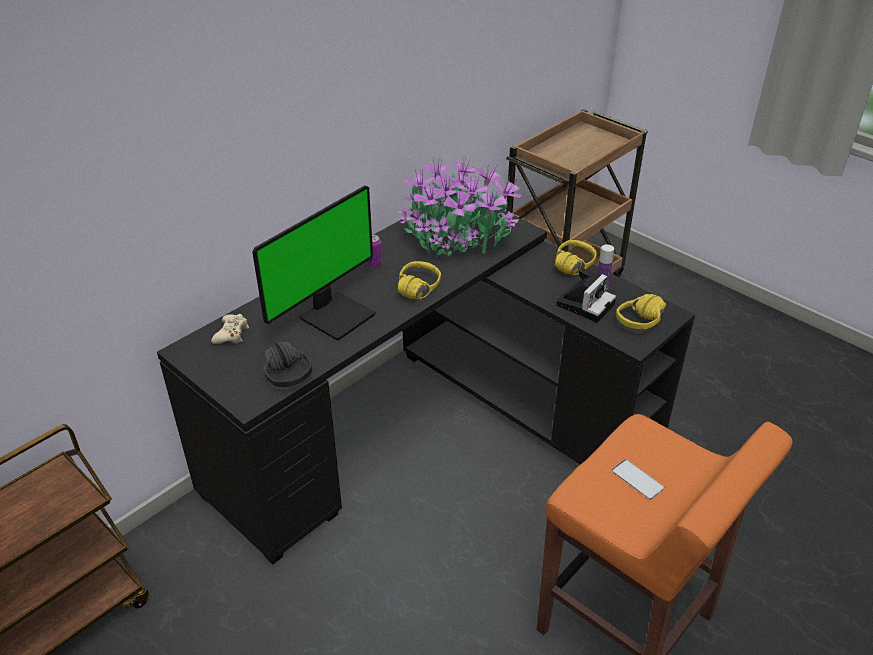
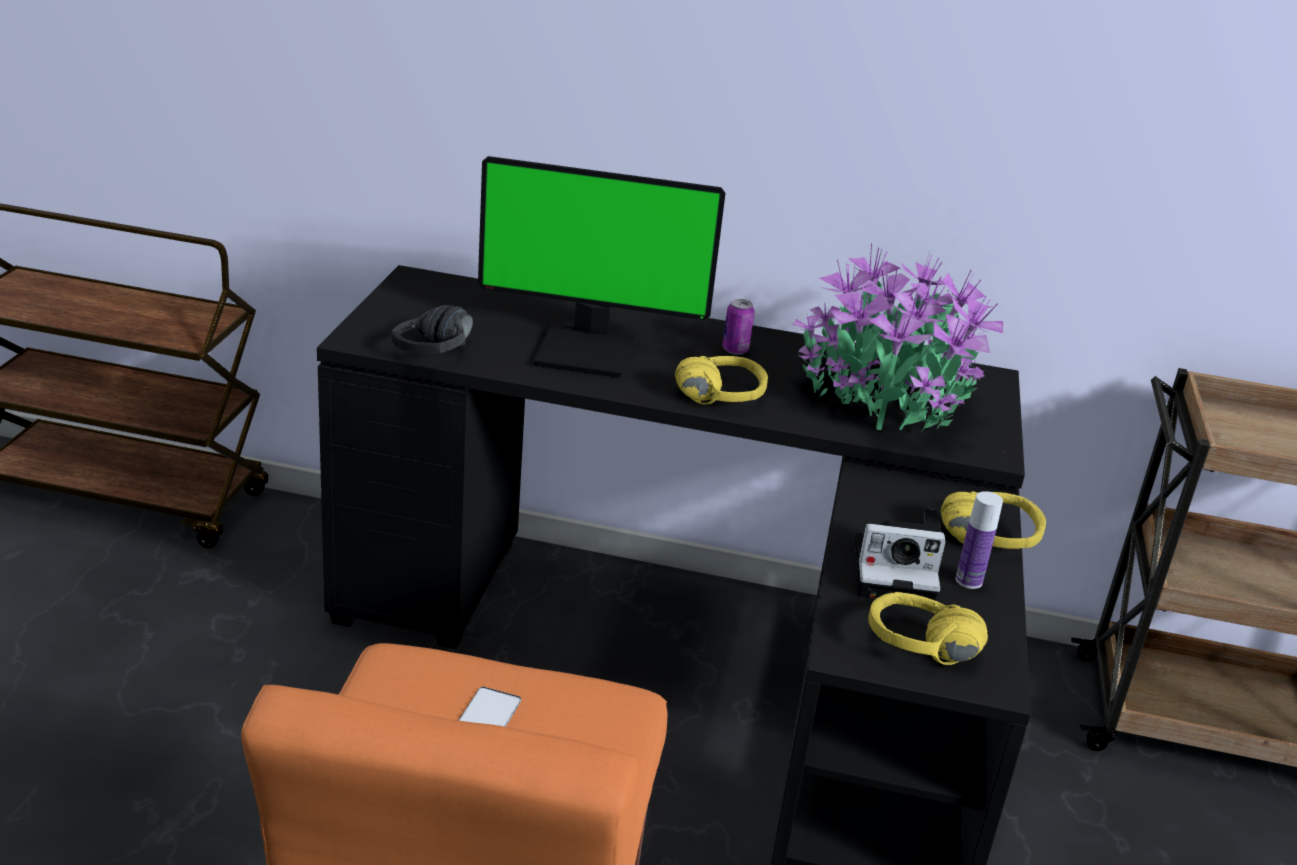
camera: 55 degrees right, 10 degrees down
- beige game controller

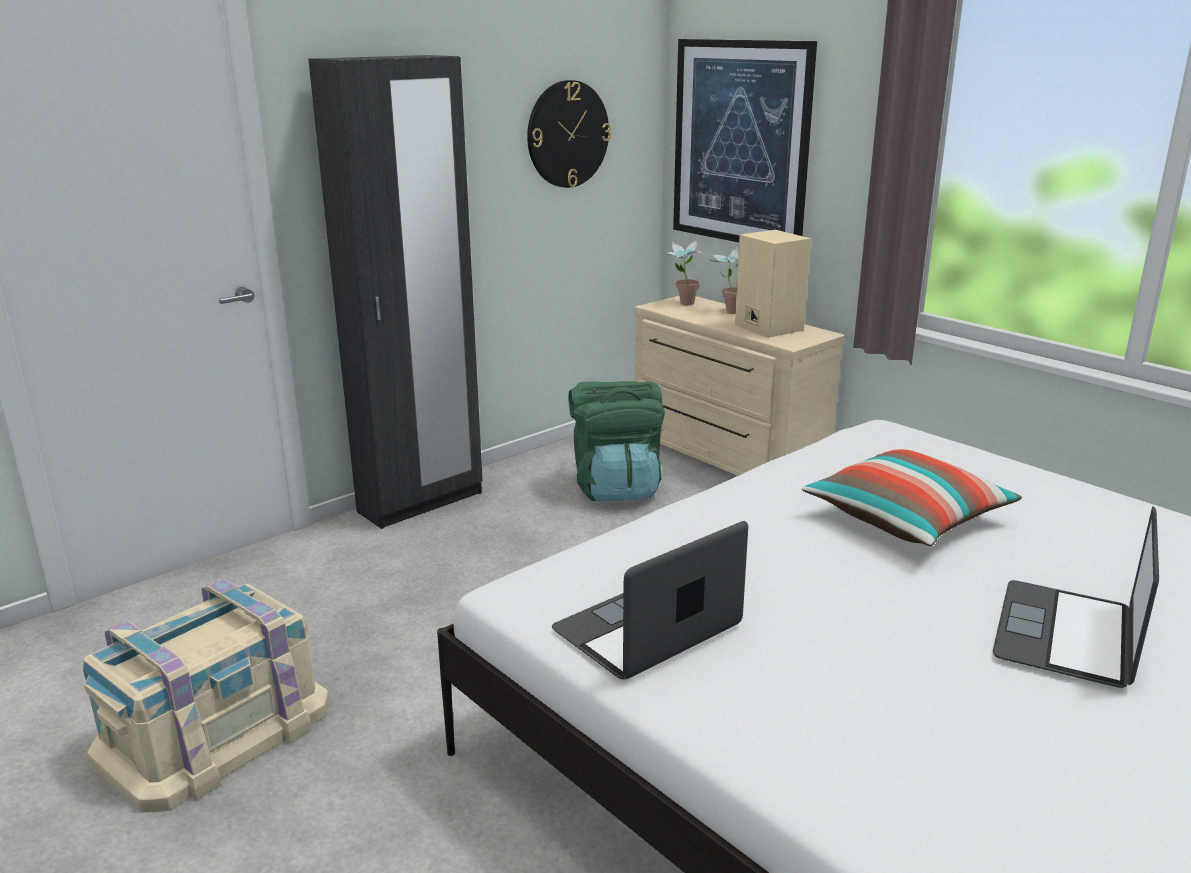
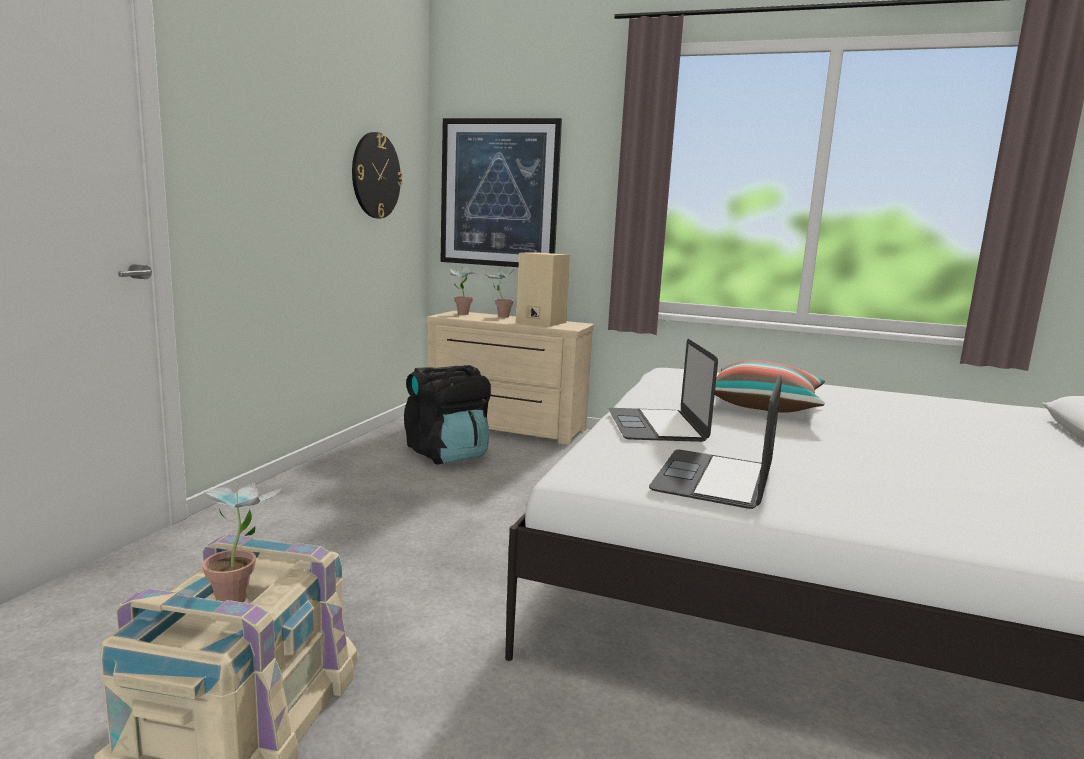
camera: 30 degrees left, 10 degrees down
- black wardrobe
+ potted plant (1st from left)
~ laptop (2nd from left in the first image) to laptop (1st from left)
~ green backpack to black backpack

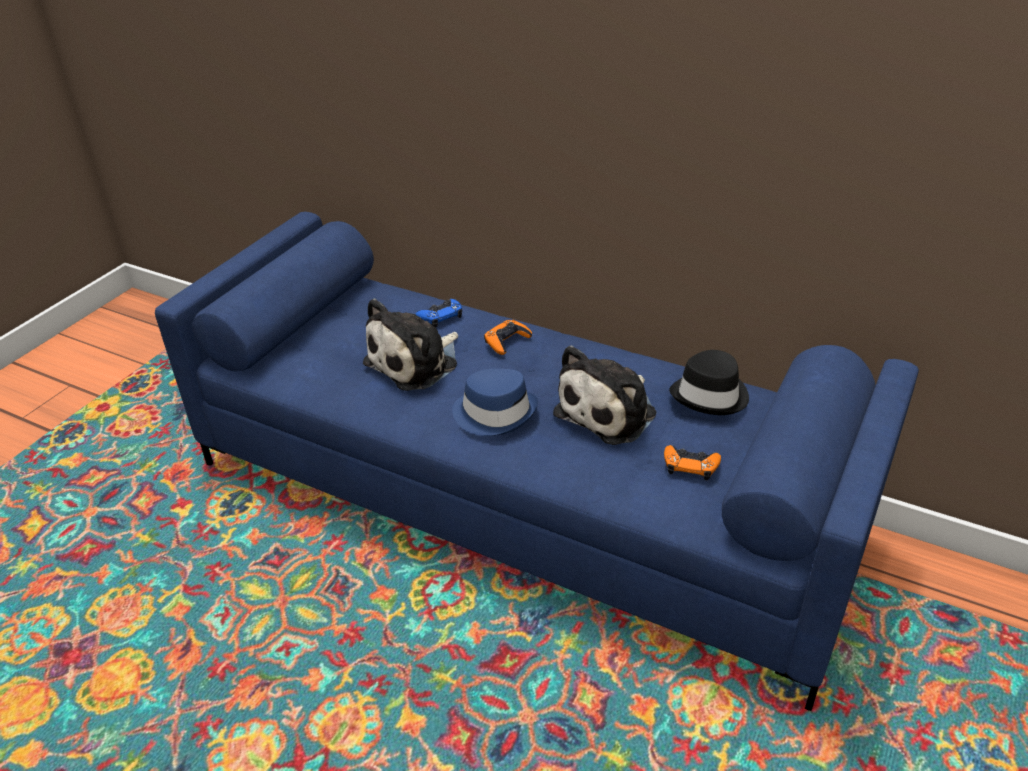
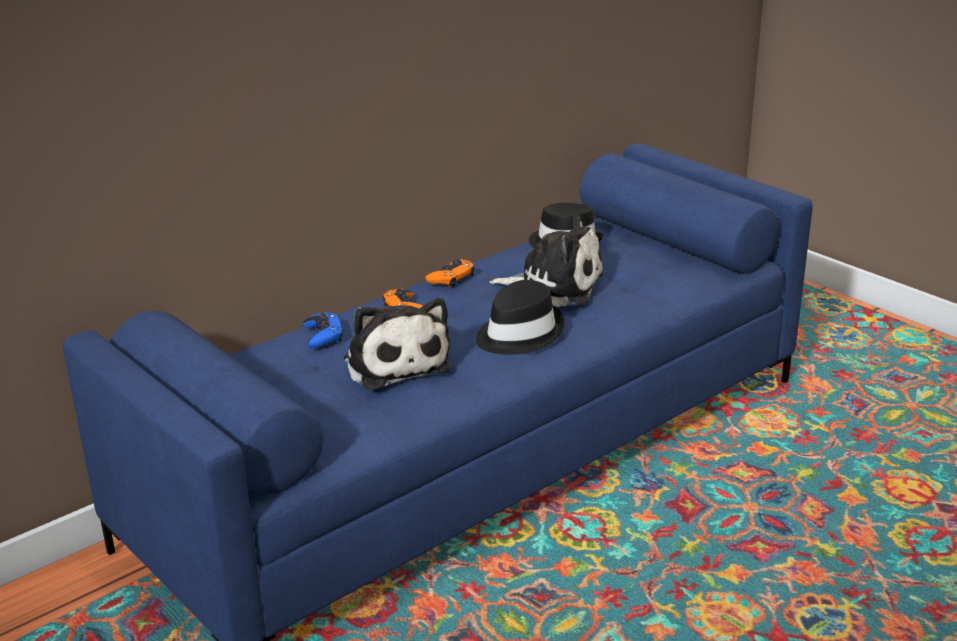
camera: 70 degrees left, 10 degrees down
~ orange game controller (2nd from left)
~ blue hat to black hat (1st from left)
~ plush toy (2nd from left) 45 degrees counterclockwise

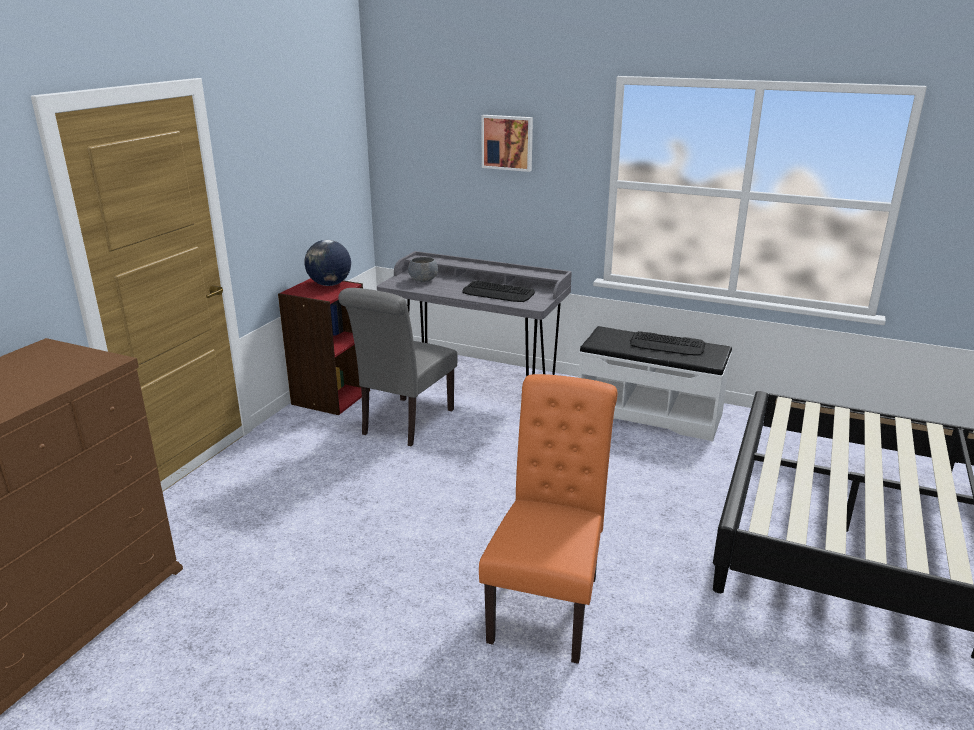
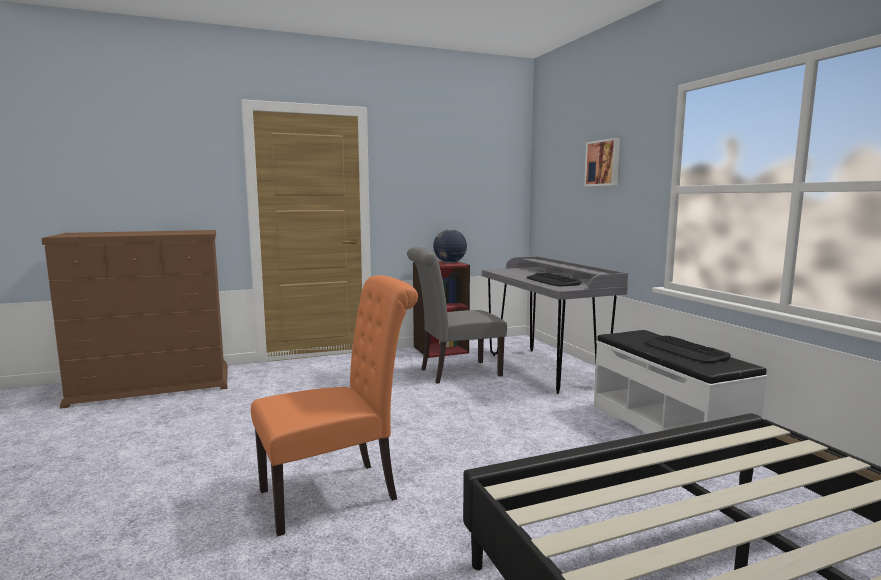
camera: 45 degrees right, 15 degrees down
- grey bowl

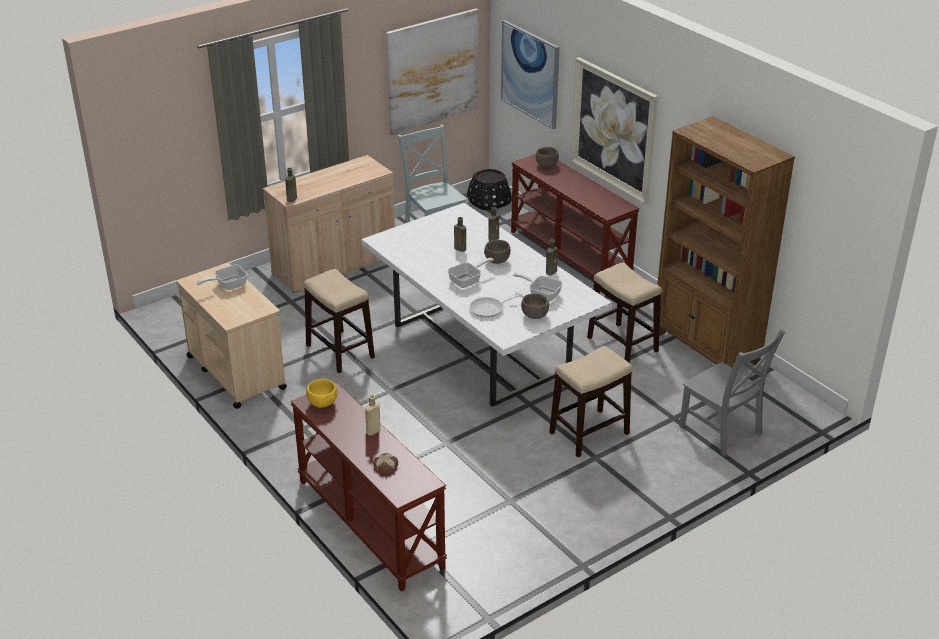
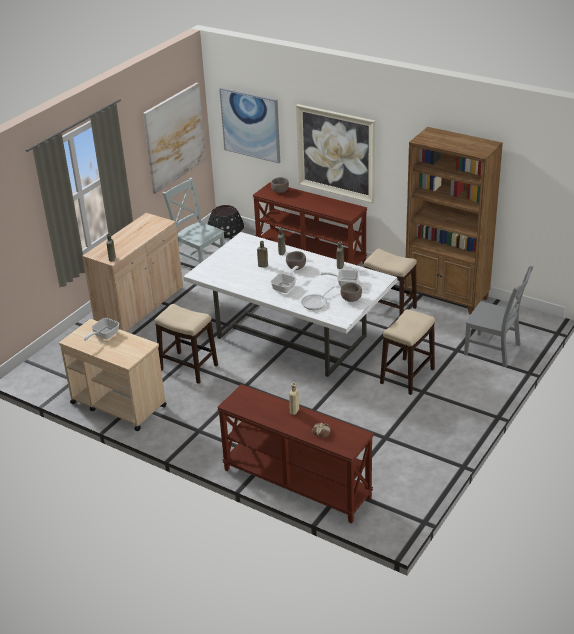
camera: 20 degrees left, 0 degrees up
- yellow bowl

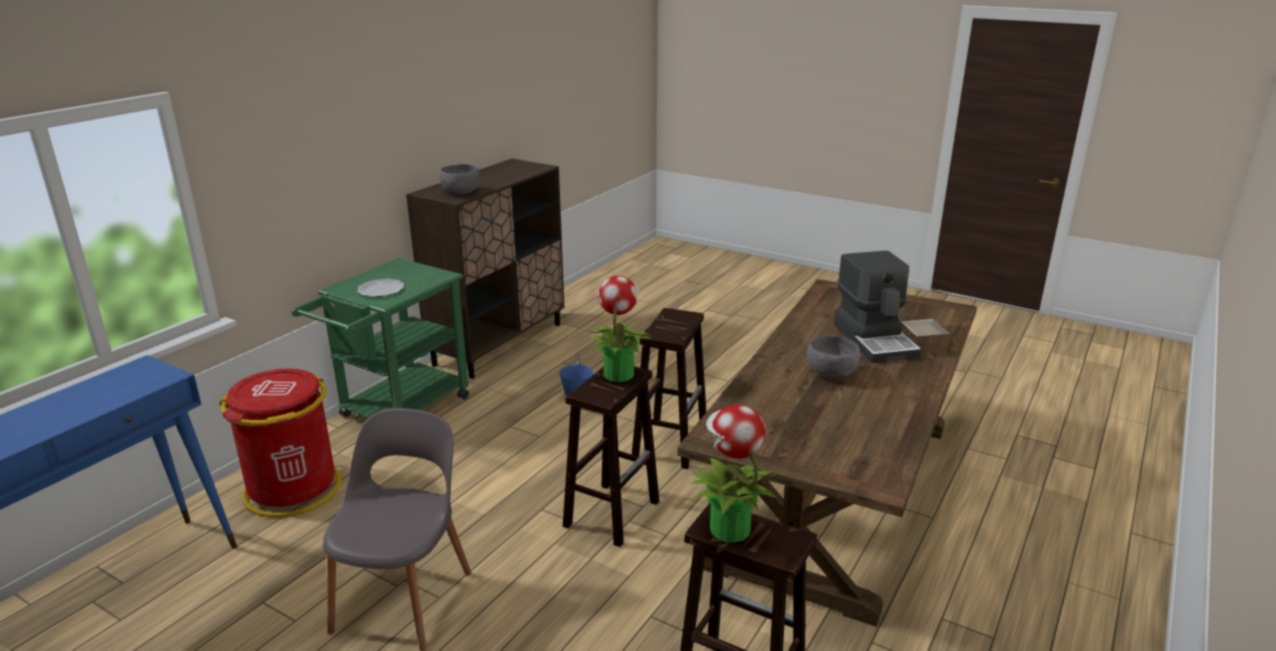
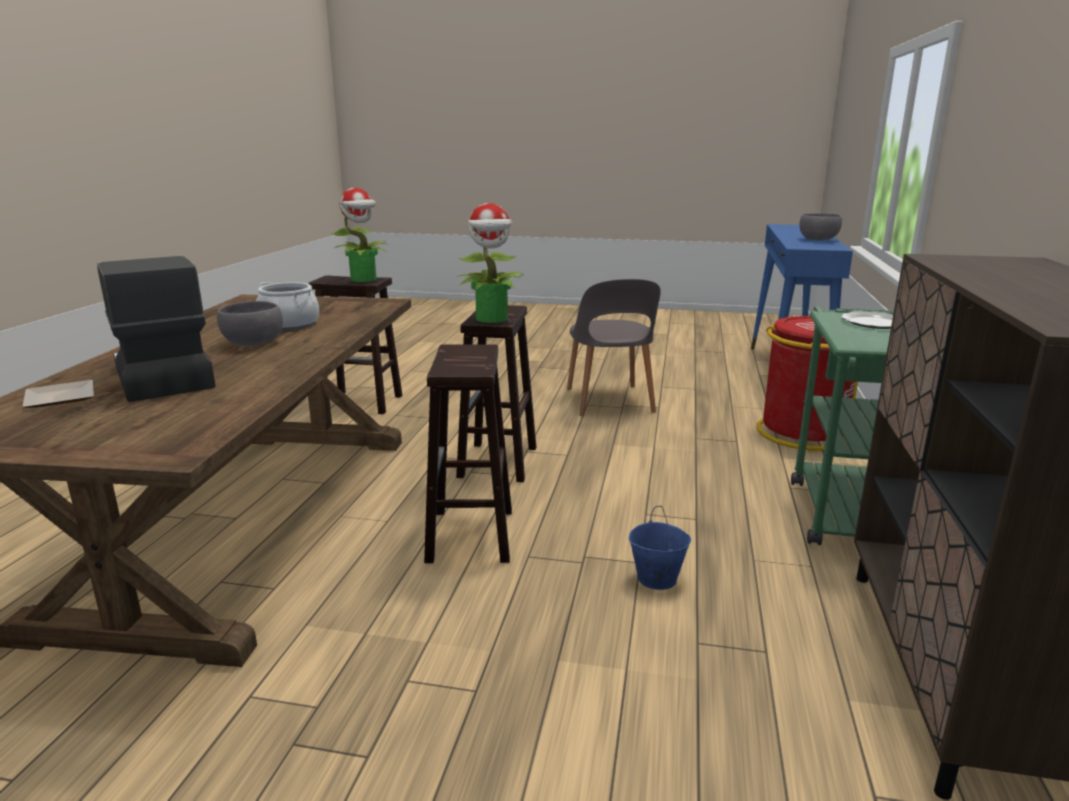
camera: 160 degrees right, 5 degrees down
+ cooking pot
~ grey bowl (1st from left in the first image) to grey bowl (2nd from left)

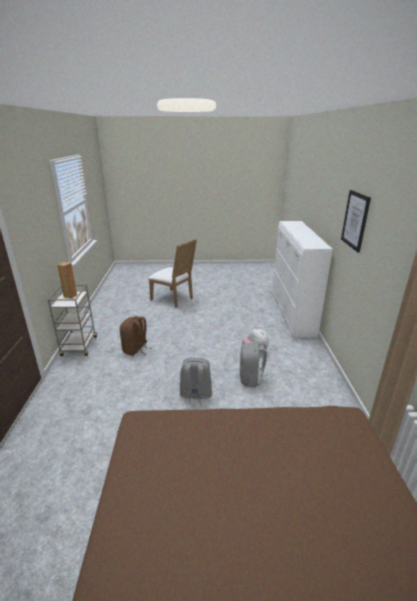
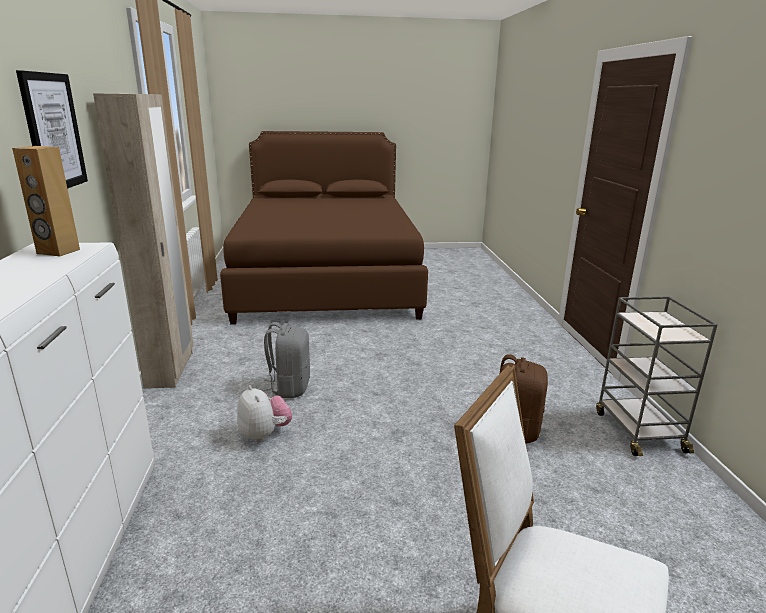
camera: 175 degrees right, 5 degrees down
- grey backpack (1st from left)
+ beige wardrobe
~ brown speaker

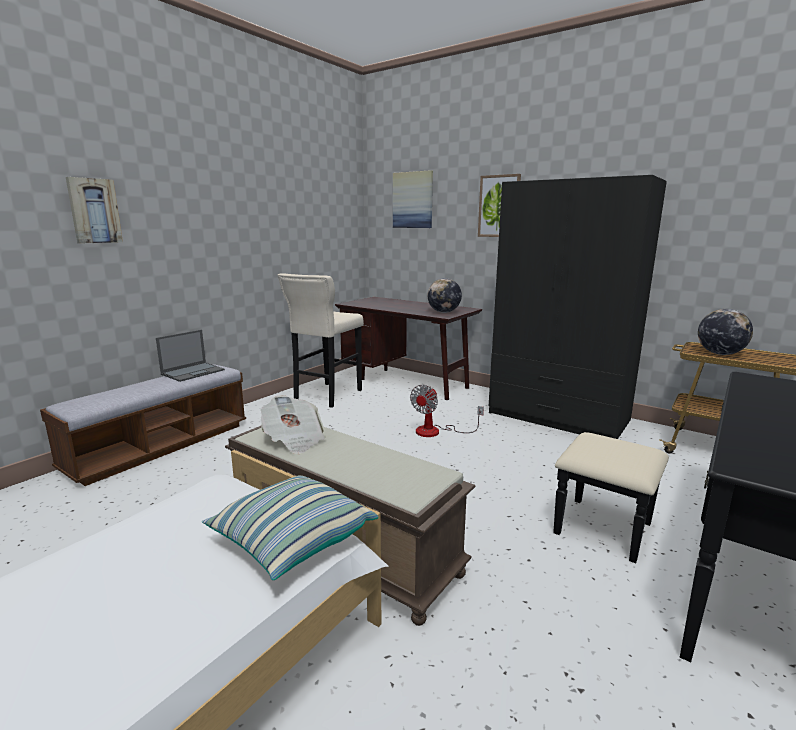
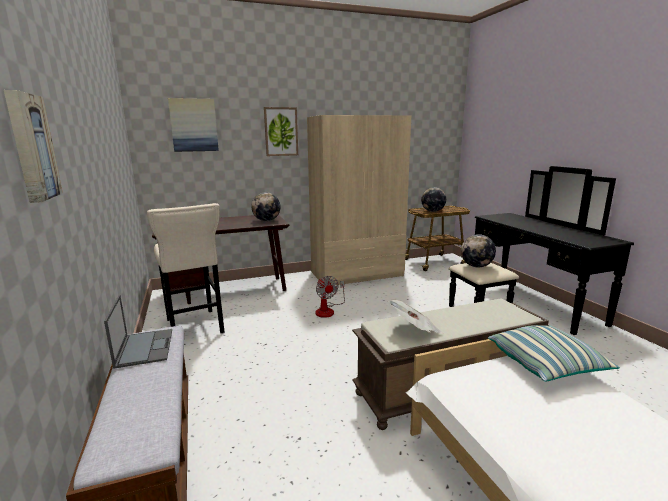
camera: 55 degrees left, 0 degrees up
+ globe (3rd from left)
~ black wardrobe to beige wardrobe

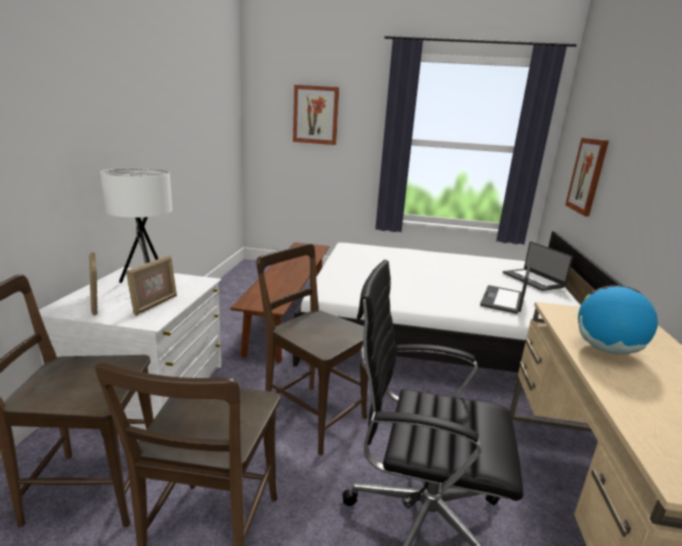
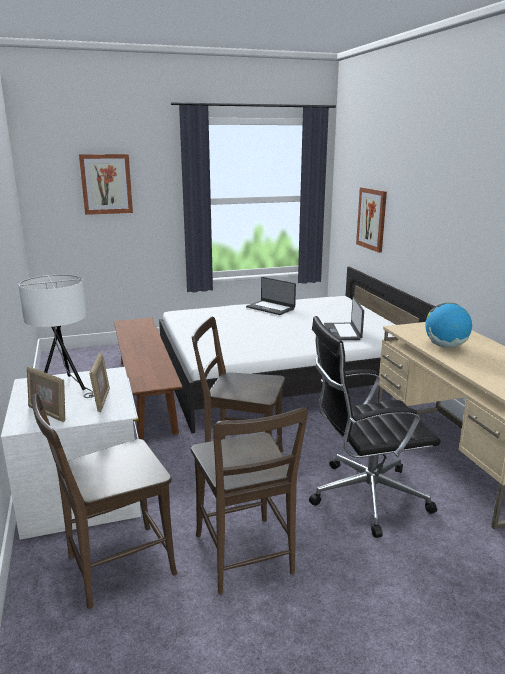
camera: 25 degrees left, 0 degrees up
~ laptop (2nd from left in the first image) to laptop (1st from left)

